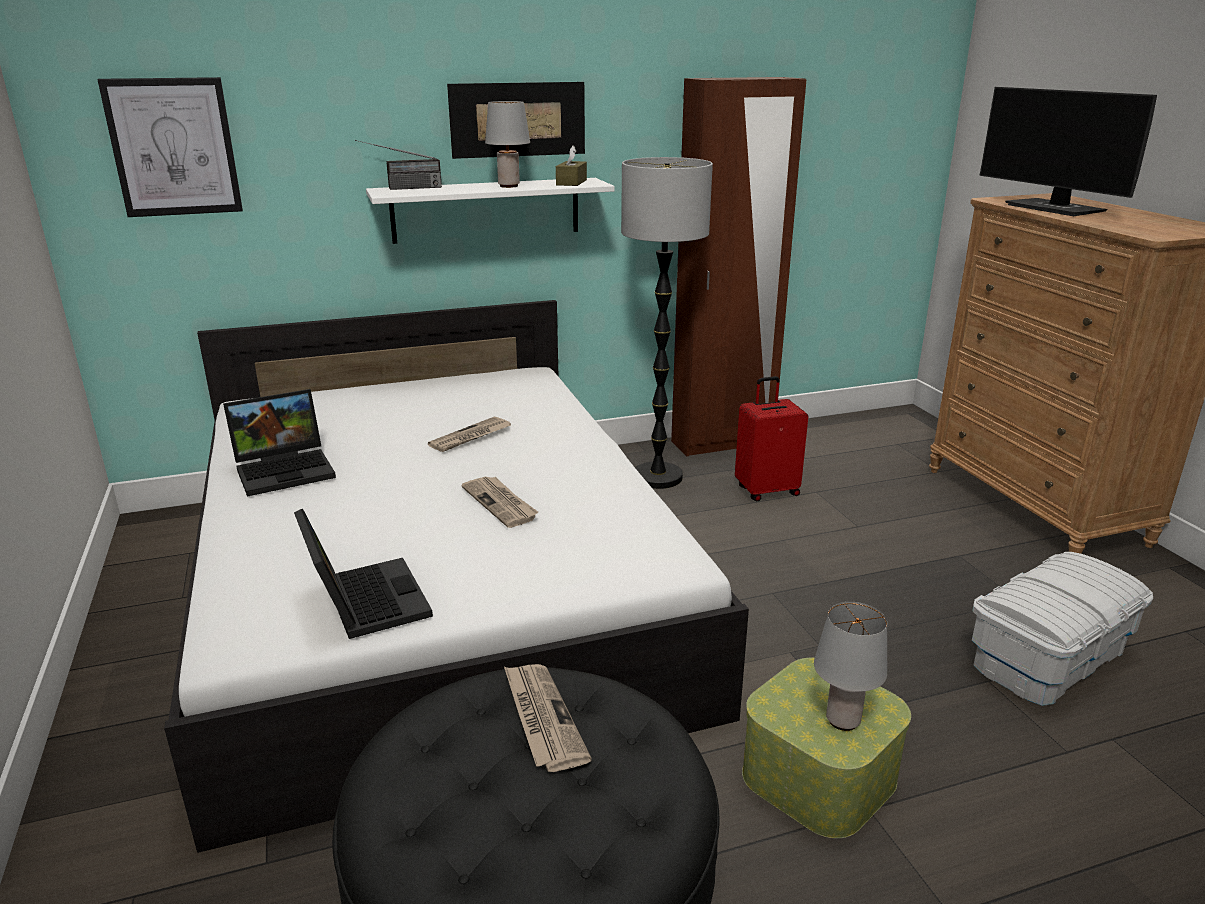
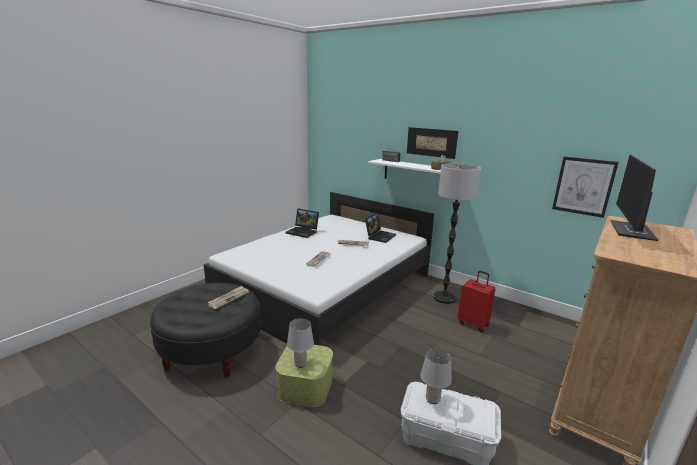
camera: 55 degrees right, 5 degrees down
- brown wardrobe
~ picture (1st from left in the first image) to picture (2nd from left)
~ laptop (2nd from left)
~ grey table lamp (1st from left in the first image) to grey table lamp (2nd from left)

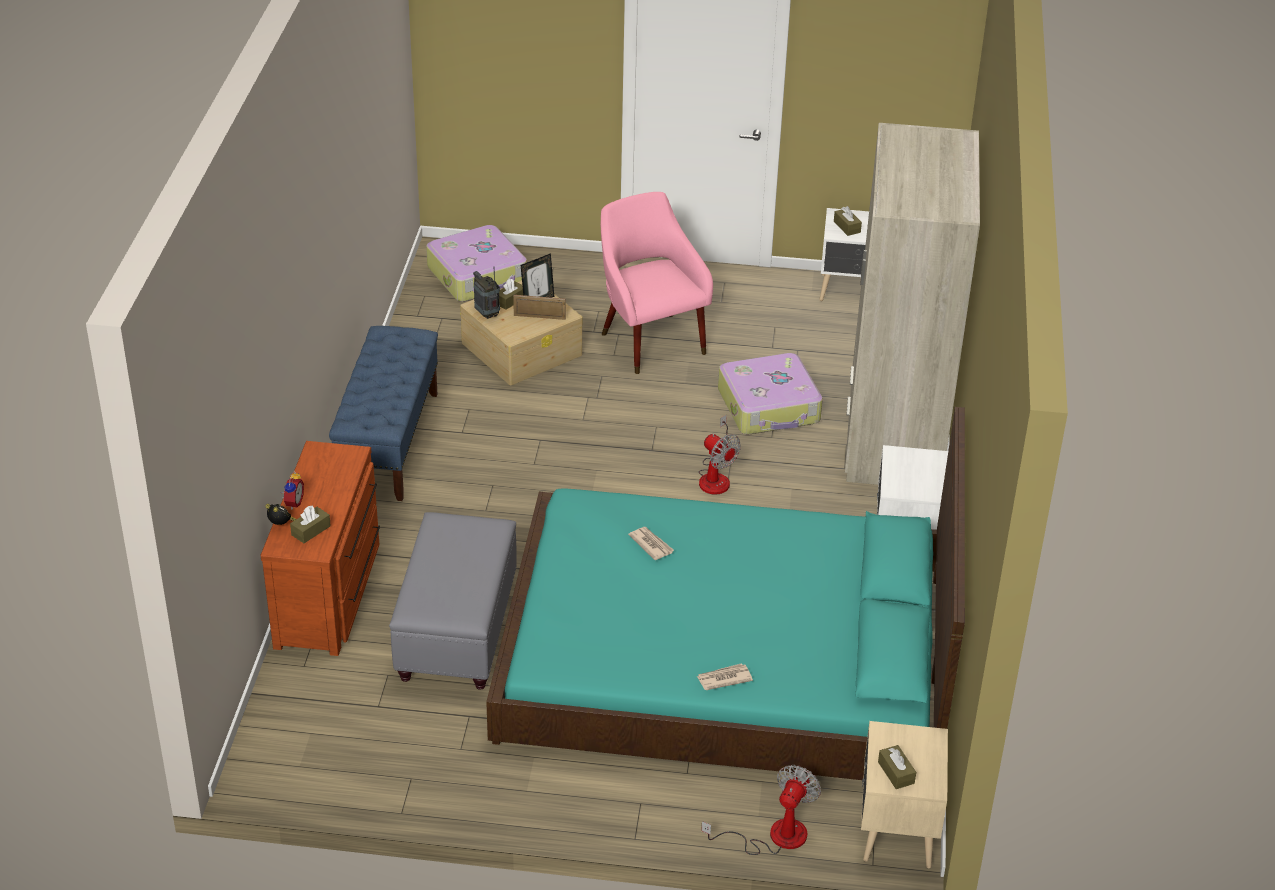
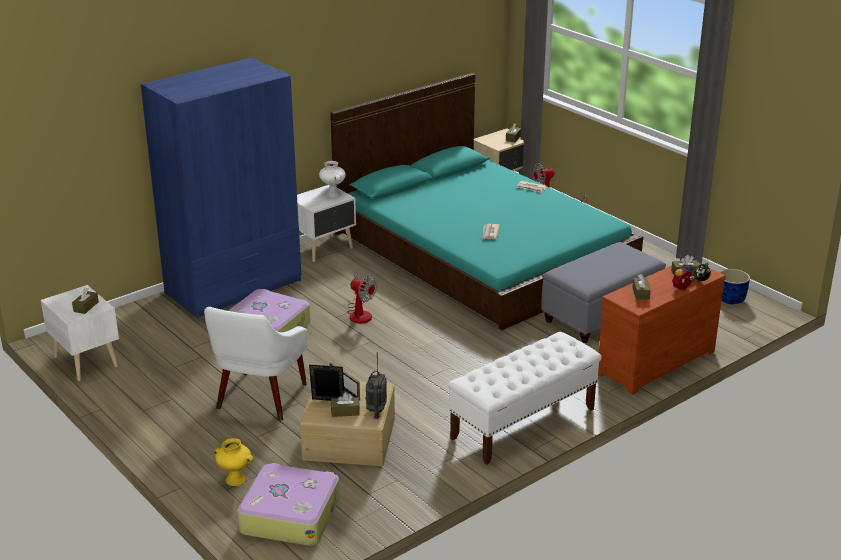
camera: 135 degrees left, 10 degrees down
+ yellow vase
+ white vase
+ brown tissue box (4th from left)
+ blue planter
~ blue bench to white bench
~ pink armchair to white armchair
~ beige wardrobe to blue wardrobe
~ fan (1st from left) 120 degrees clockwise

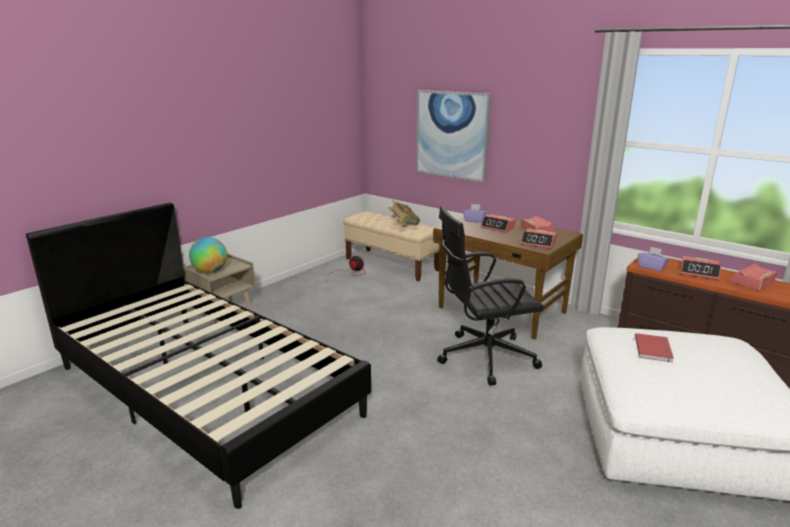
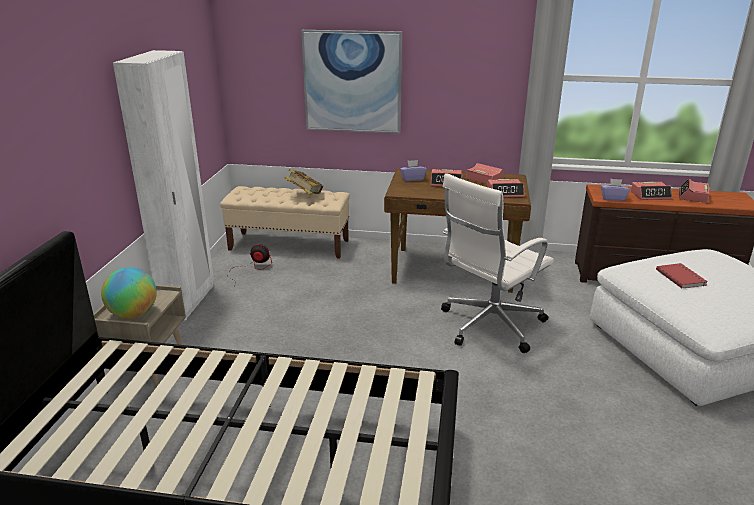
camera: 30 degrees left, 5 degrees up
+ white wardrobe
~ black office chair to white office chair

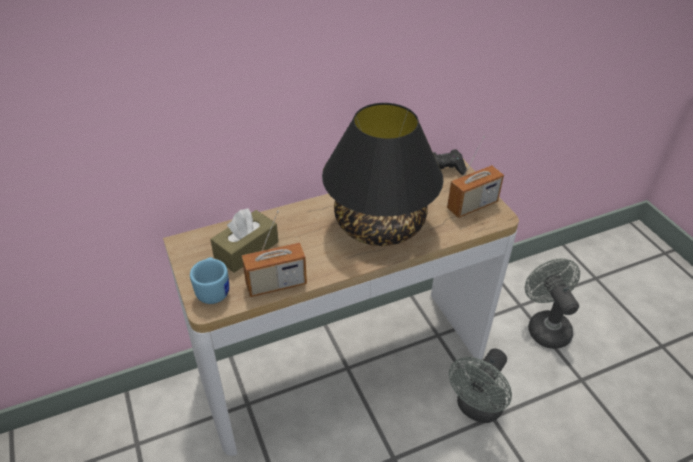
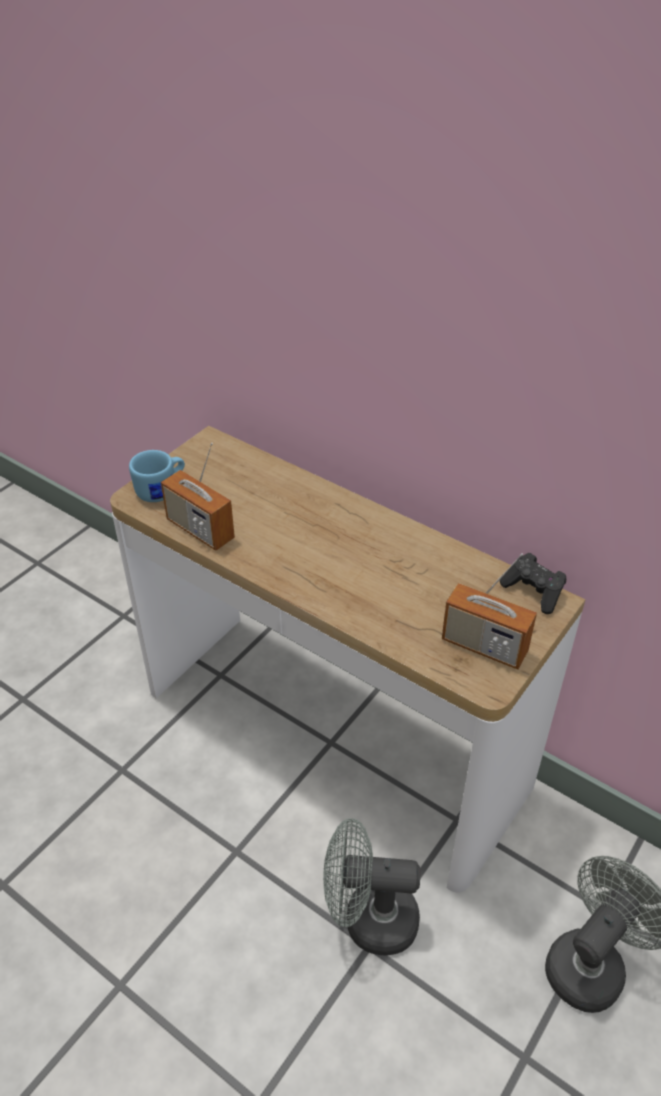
camera: 60 degrees right, 0 degrees up
- brown tissue box
- black table lamp

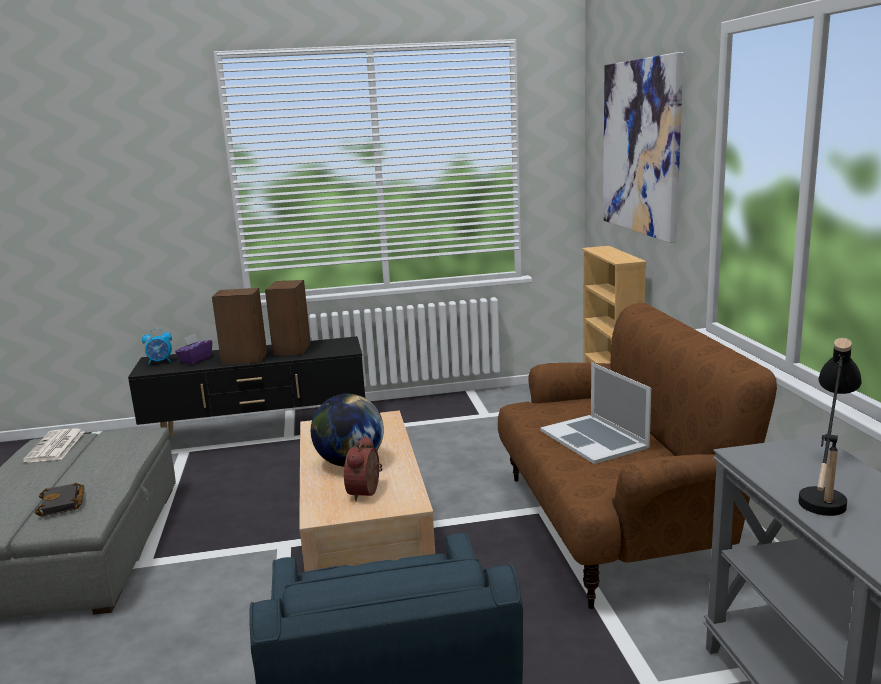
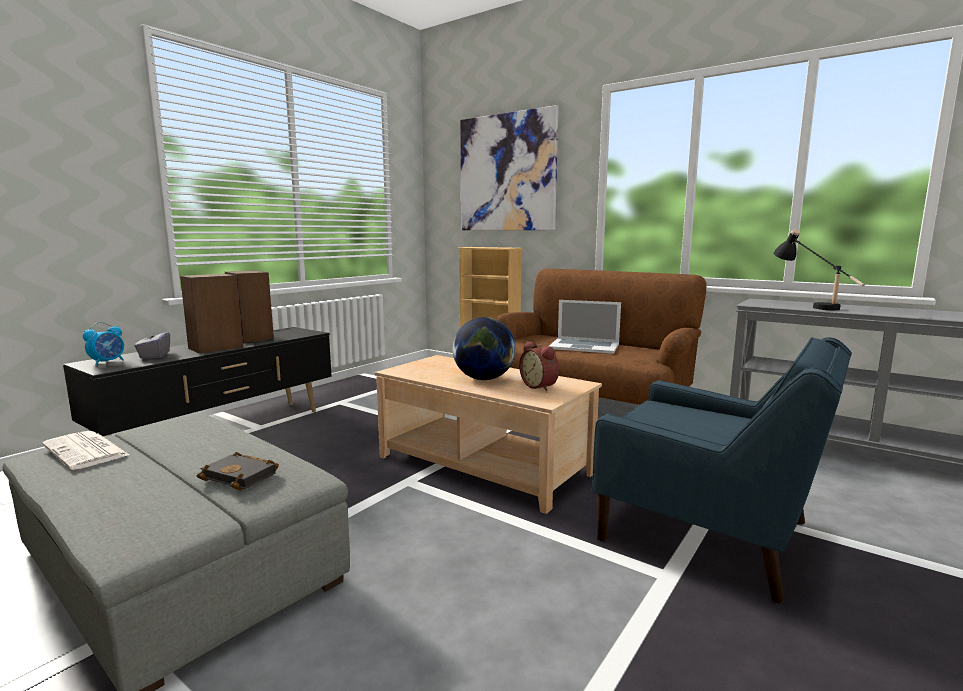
camera: 45 degrees left, 5 degrees down
~ purple tissue box to grey tissue box

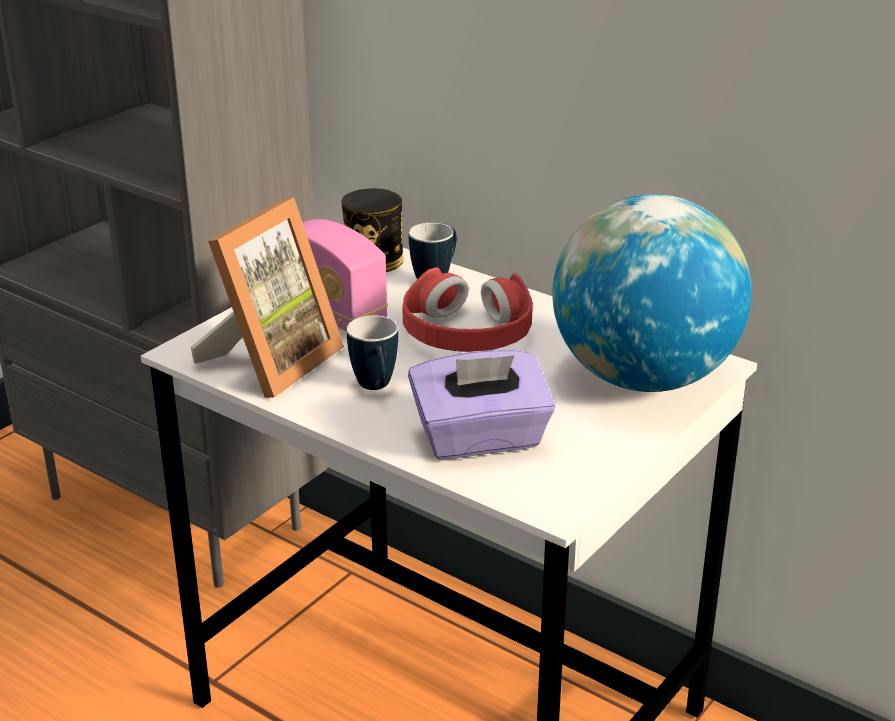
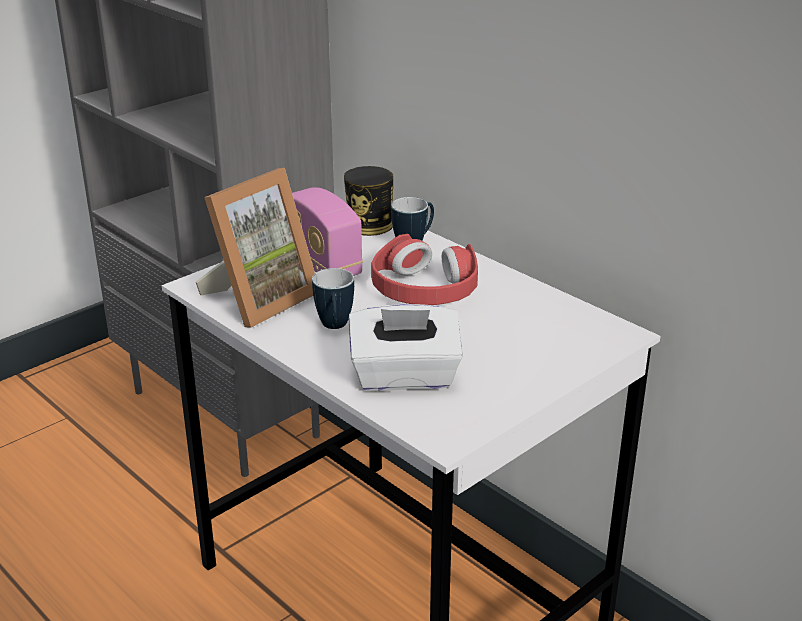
camera: 10 degrees right, 0 degrees up
- globe
~ purple tissue box to white tissue box

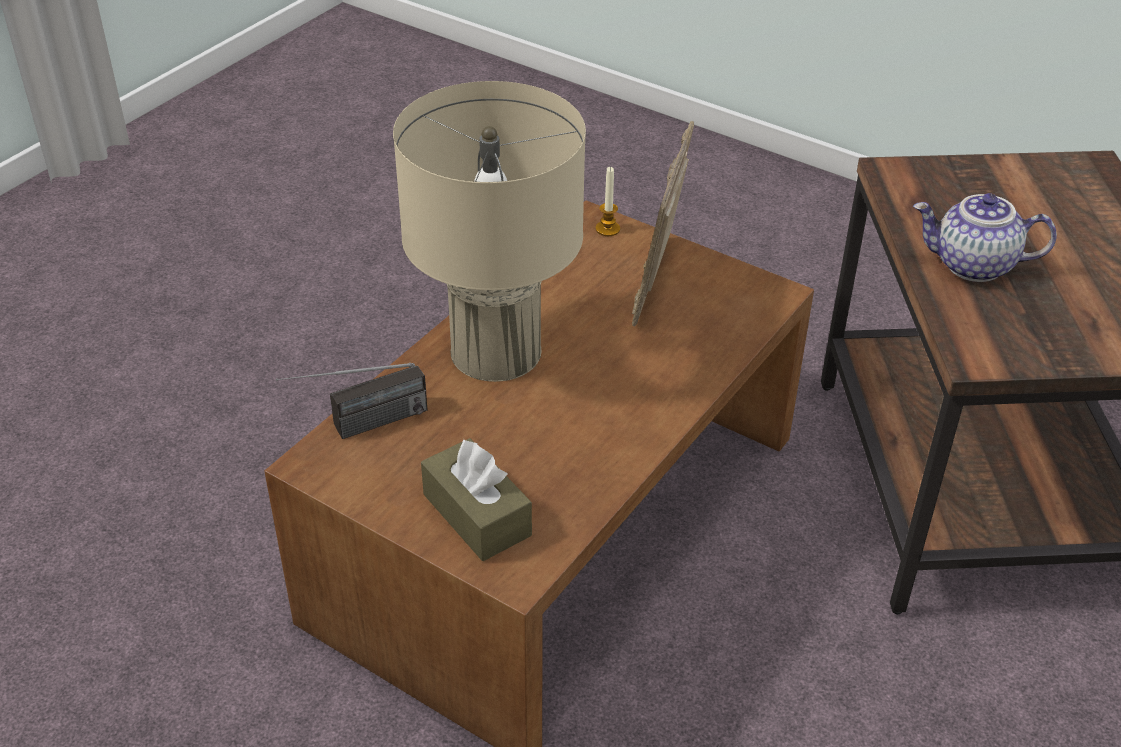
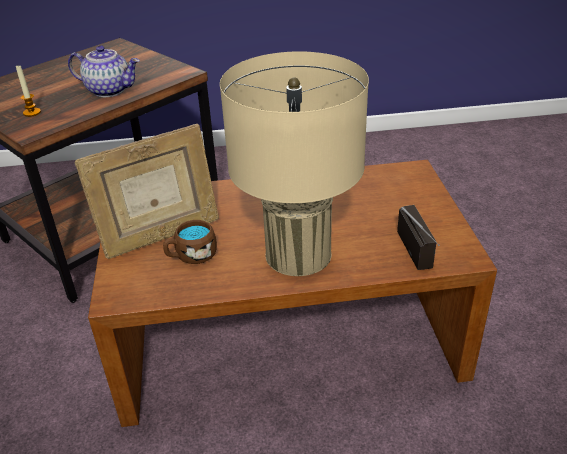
camera: 130 degrees left, 5 degrees down
- brown tissue box
+ brown mug
~ candle
~ radio 60 degrees clockwise
~ teapot 45 degrees counterclockwise

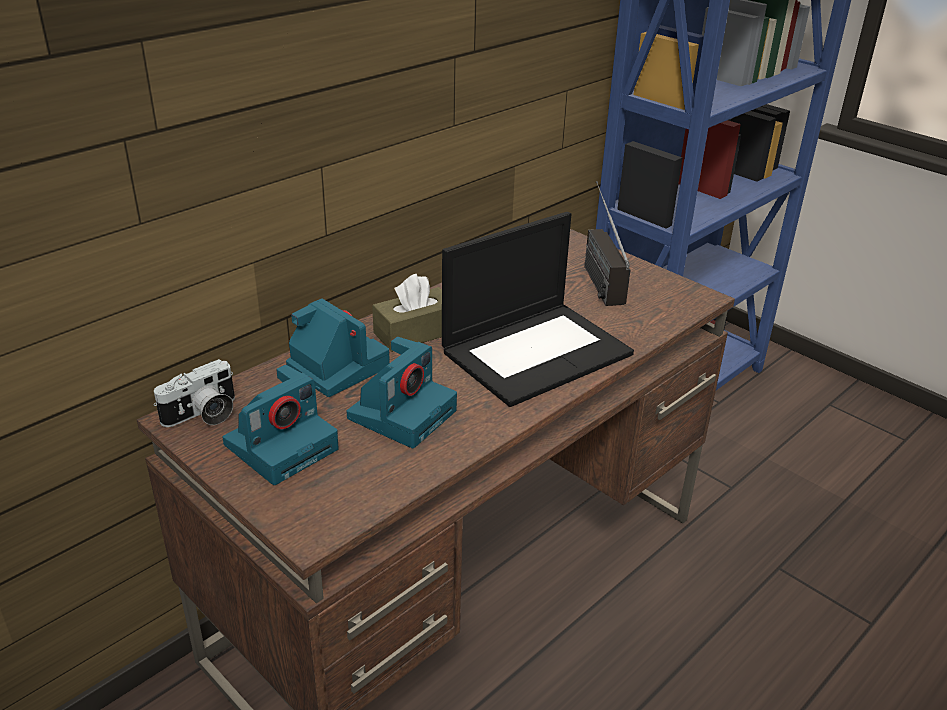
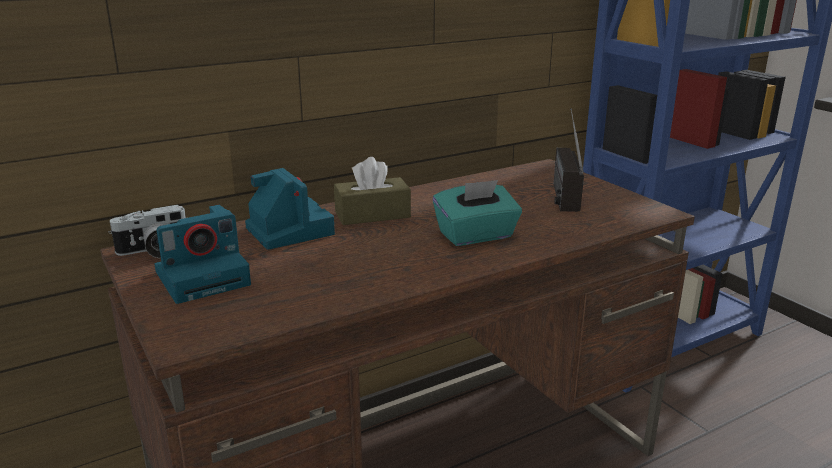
camera: 15 degrees right, 10 degrees down
- photo camera (4th from left)
~ laptop to turquoise tissue box

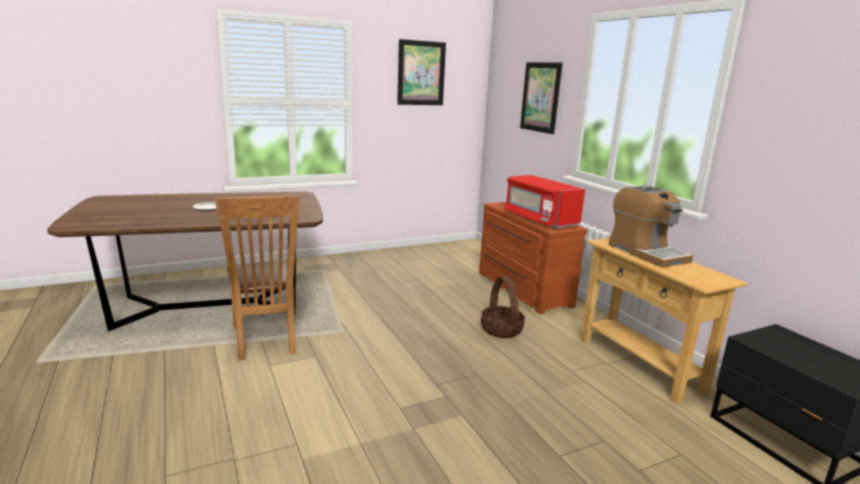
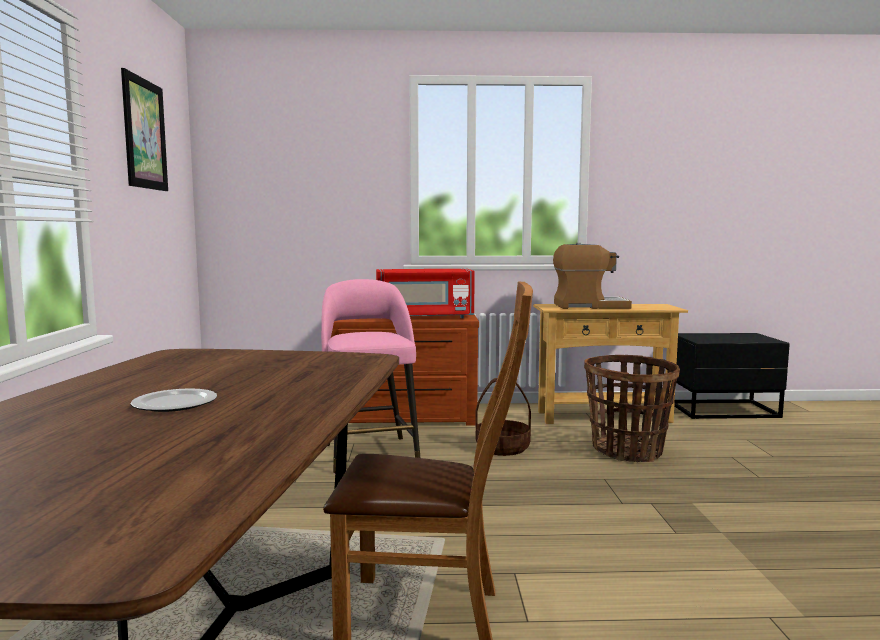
camera: 65 degrees left, 10 degrees down
- picture (2nd from left)
+ pink stool
+ basket (2nd from left)

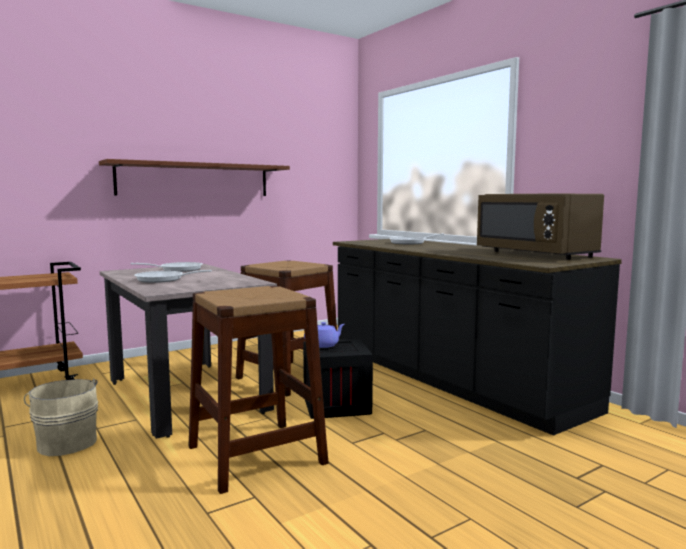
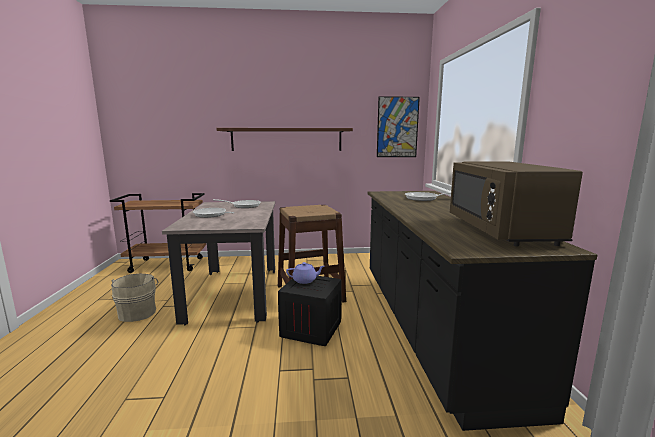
camera: 30 degrees right, 5 degrees up
- brown stool (1st from left)
+ picture

